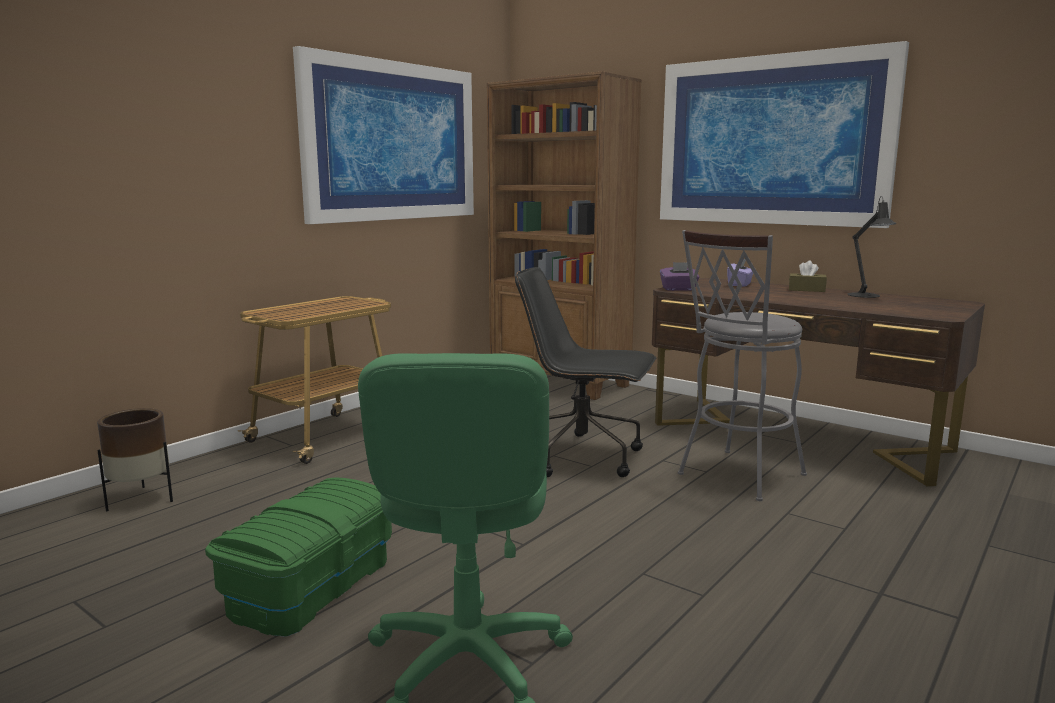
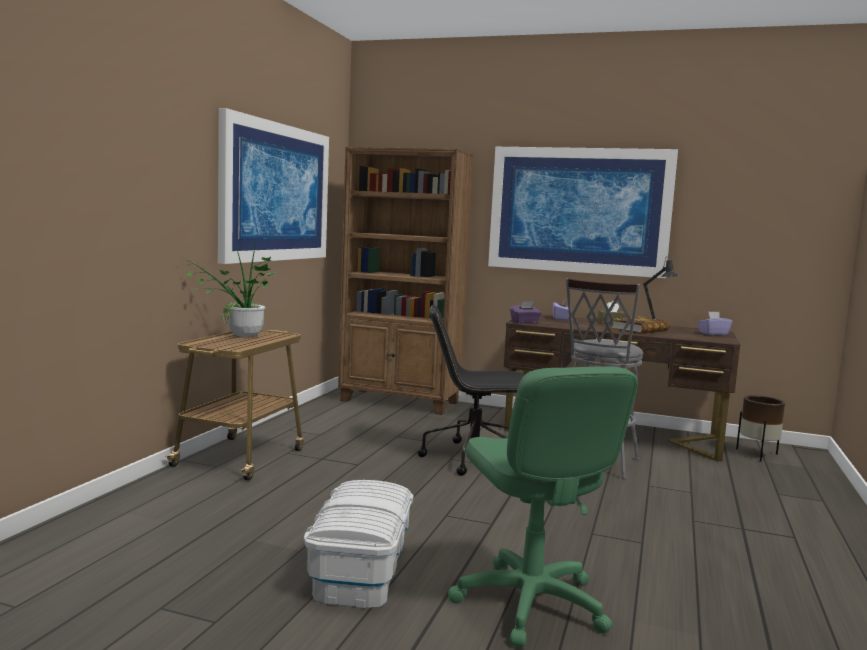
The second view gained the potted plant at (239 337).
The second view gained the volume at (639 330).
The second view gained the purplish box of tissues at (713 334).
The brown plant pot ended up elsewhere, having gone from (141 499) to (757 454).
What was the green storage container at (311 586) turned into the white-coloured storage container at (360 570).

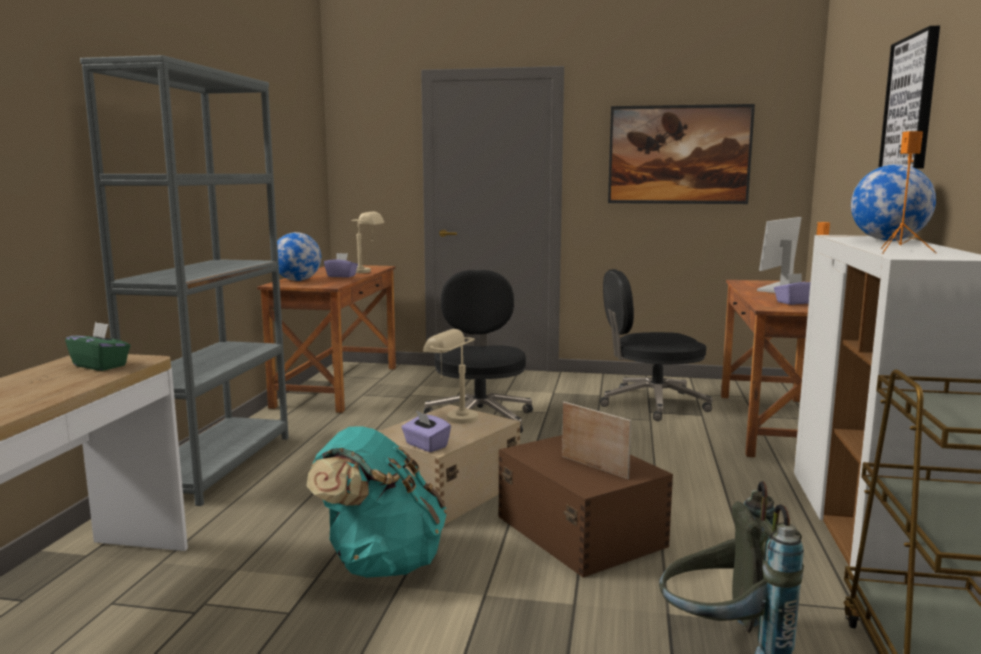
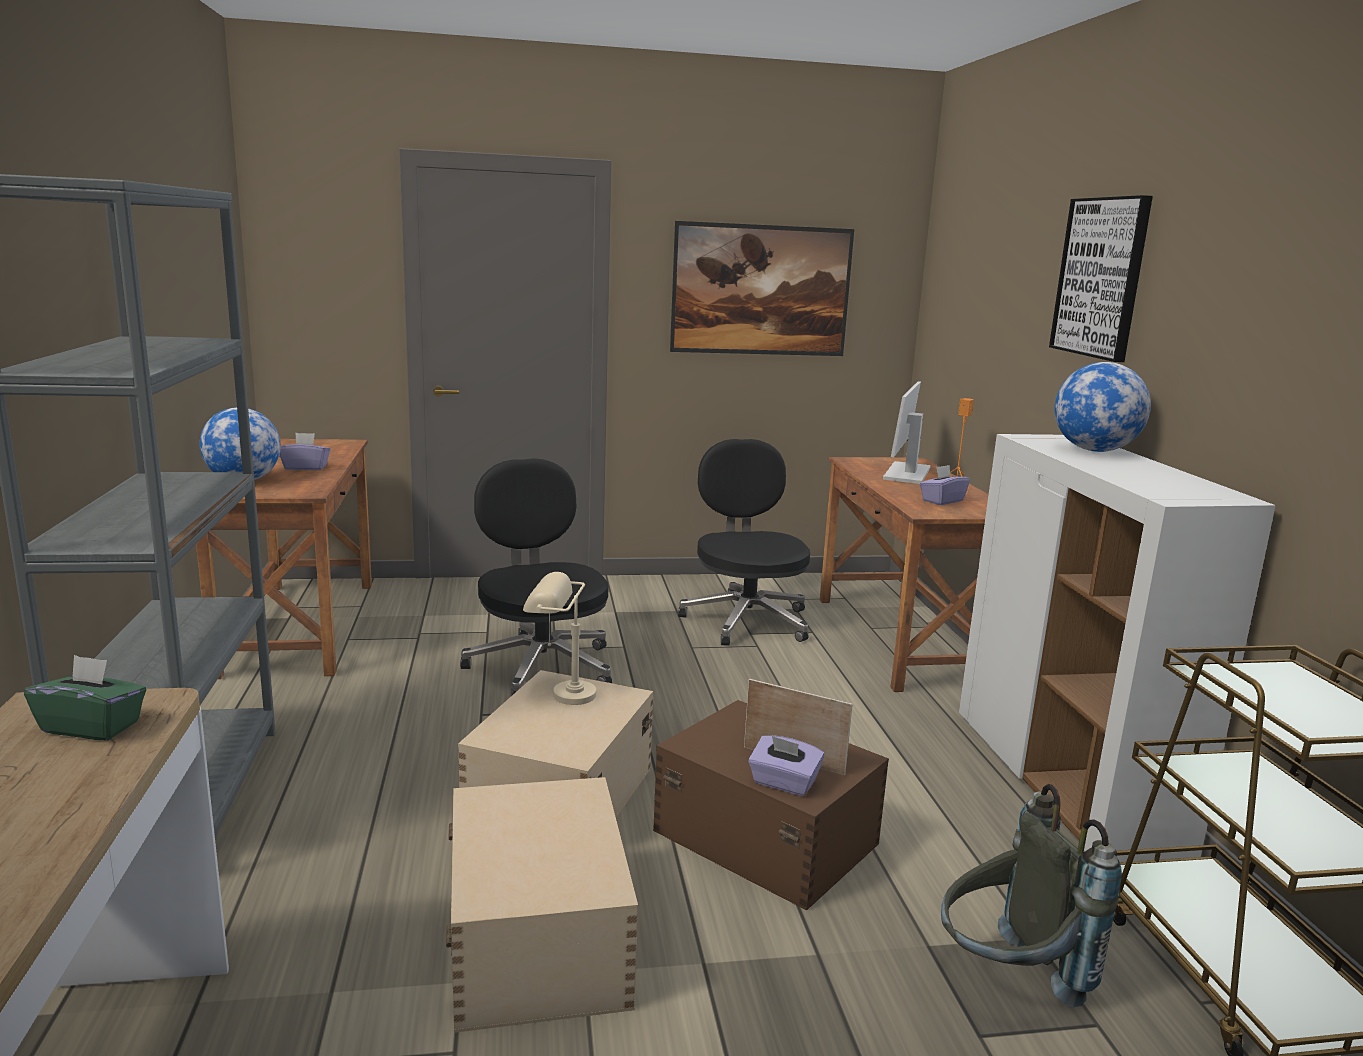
The second view lost the beige-coloured table lamp at (367 272).
The second view lost the orange-coloured audio speaker at (900 251).
The purplish box of tissues ended up elsewhere, having gone from (426 445) to (783 783).
Where the turquoise-coloured knapsack stood at (380 563), the beige-coloured storage container came to stand at (538 938).
The blackish computer chair at (651 404) ended up facing another way, 105 degrees clockwise from before.

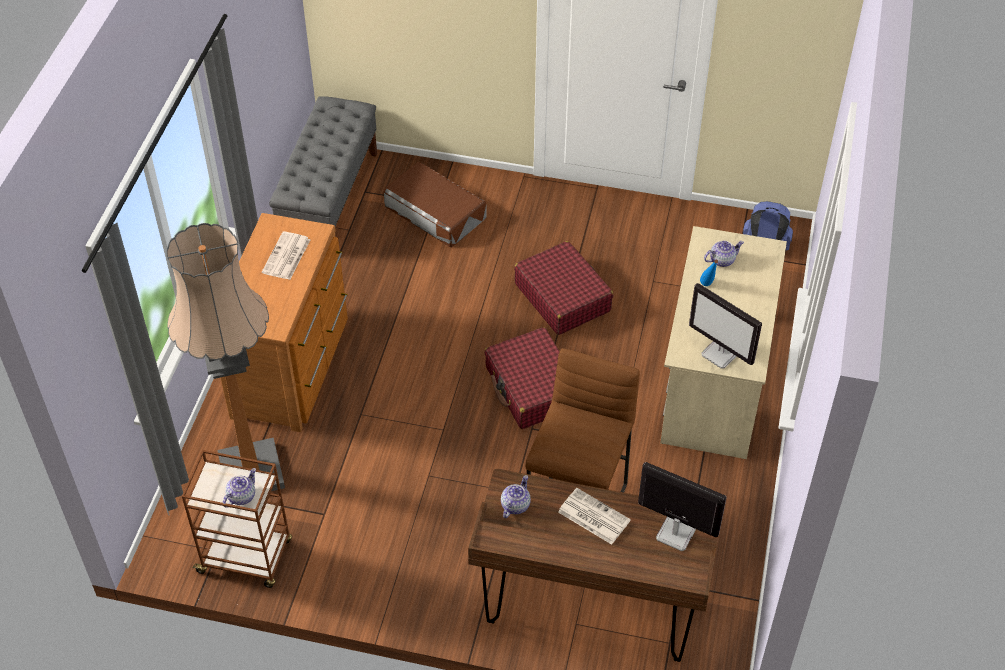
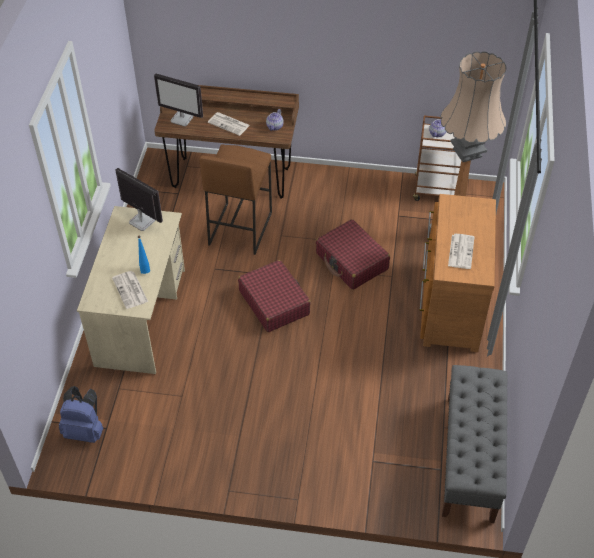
The second view lost the brown storage container at (435 211).
The red-coloured piece of luggage ended up elsewhere, having gone from (562 297) to (352 261).
Where the pot for tea stood at (722 260), the daily paper came to stand at (130 290).

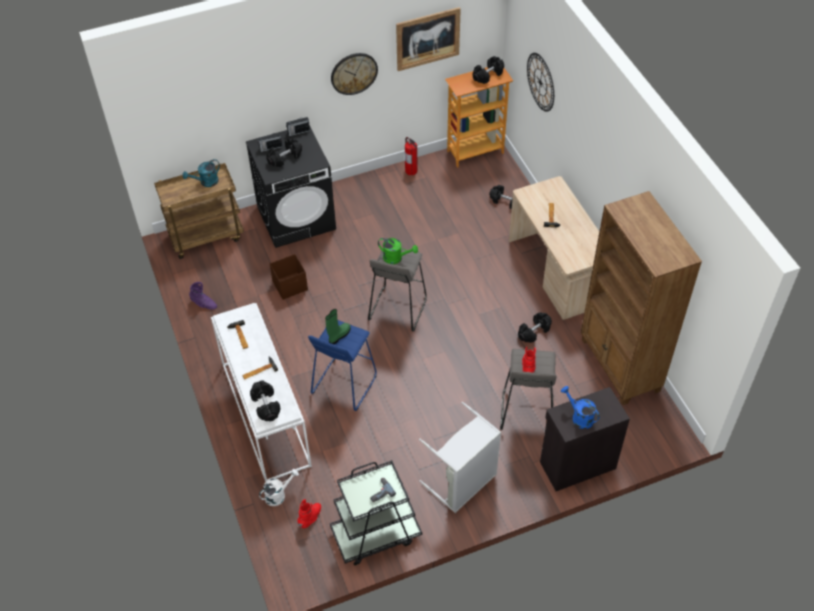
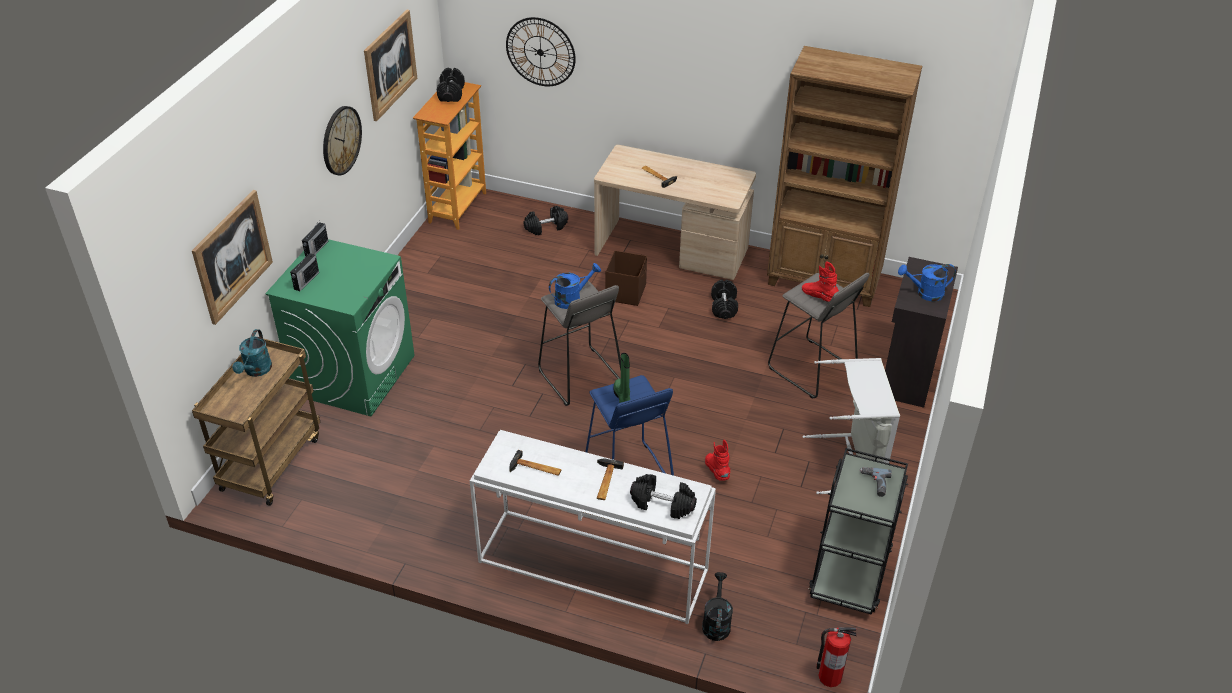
The second view lost the purplish tall boot at (204 304).
The second view lost the blackish dumbbell at (285 158).
The second view gained the wall art at (232 256).
The brown storage container ended up elsewhere, having gone from (290 286) to (626 292).
The red-coloured tall boot ended up elsewhere, having gone from (310 518) to (717 471).
The fire extinguisher ended up elsewhere, having gone from (411 170) to (829 676).
What was the blackish washing machine at (296 217) turned into the green washing machine at (354 374).
What was the white-coloured watering pot at (278 495) turned into the blackish watering pot at (716 622).
What was the green watering pot at (396 258) turned into the blue-coloured watering pot at (572 299).

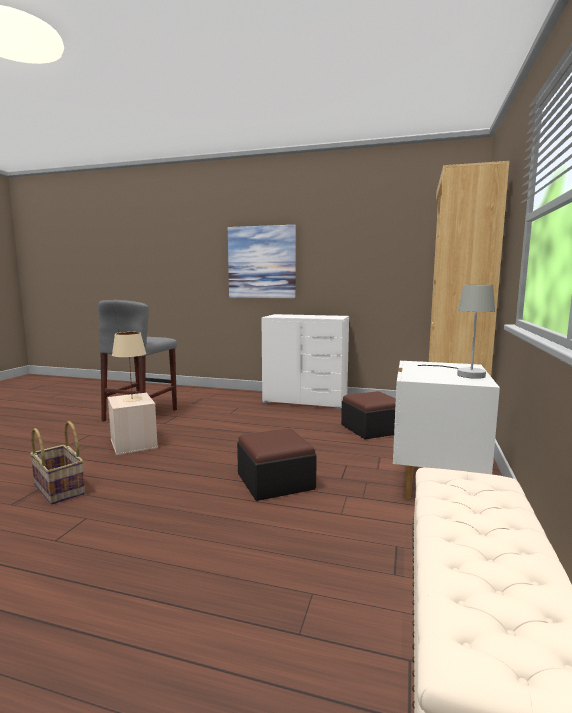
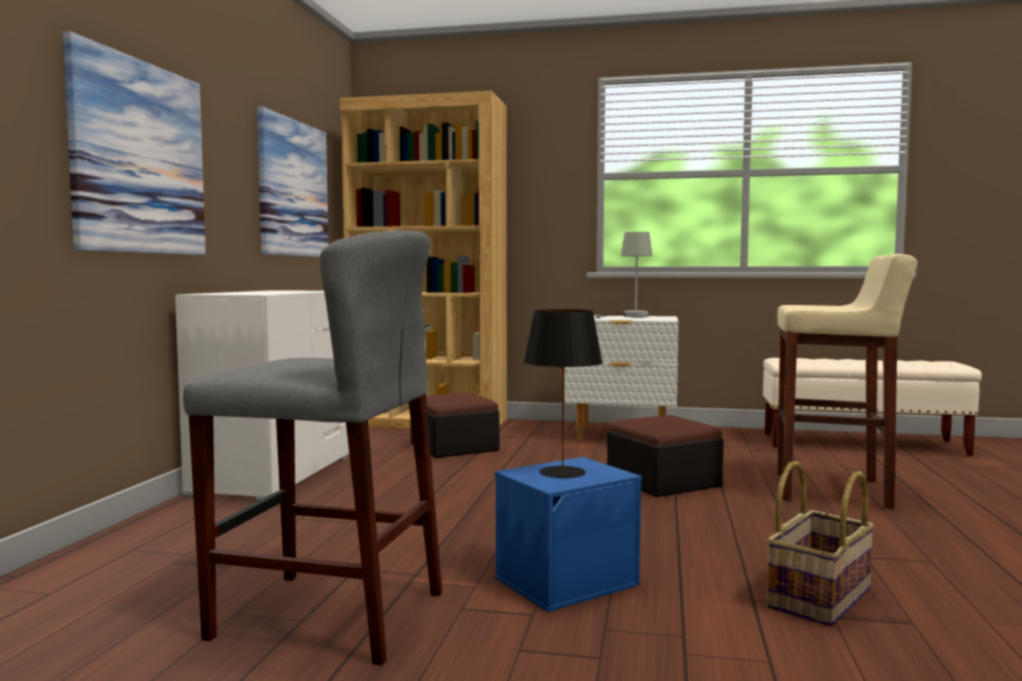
The second view gained the wall art at (293 188).
The second view gained the beige-coloured stool at (833 490).
What was the beige-coloured storage container at (134 443) turned into the blue-coloured storage container at (567 580).
What was the beige-coloured table lamp at (131 399) turned into the blackish table lamp at (563 472).

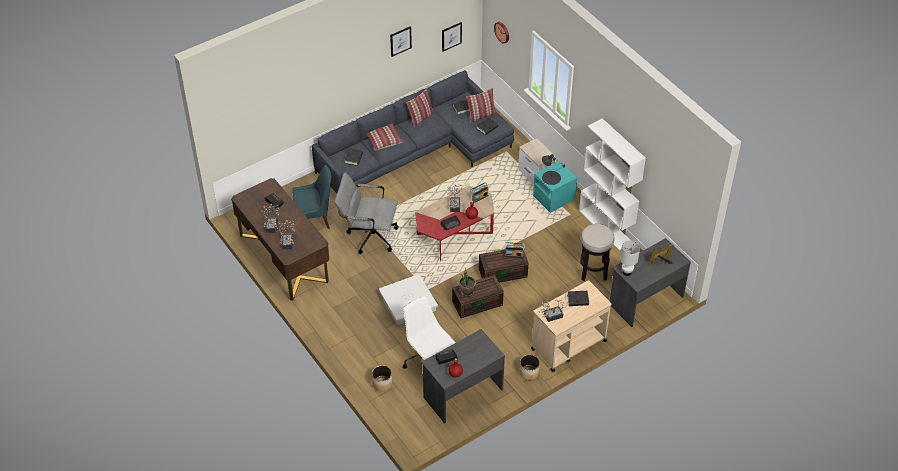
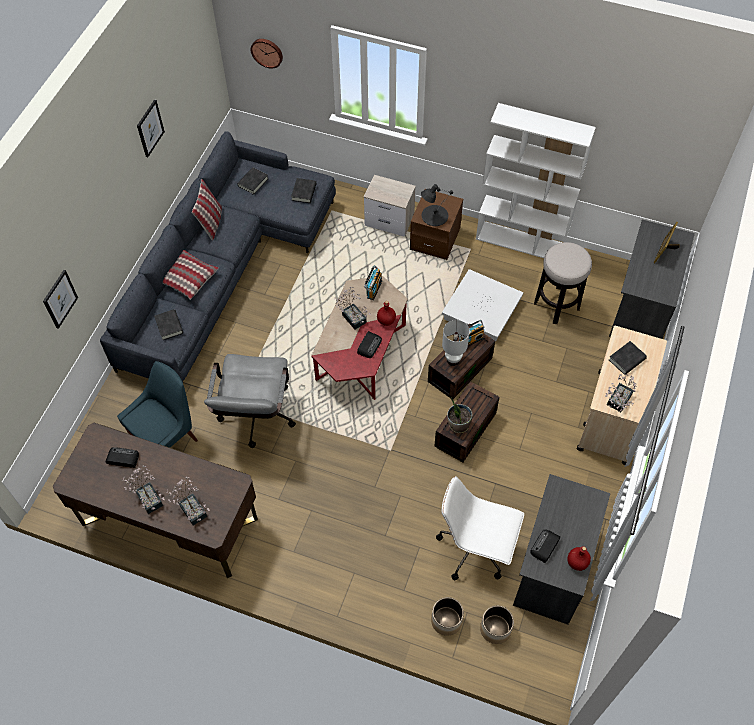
The second view lost the throw pillow at (481 115).
The white-coloured storage container ended up elsewhere, having gone from (408 302) to (481 309).
The wall art ended up elsewhere, having gone from (451 36) to (60 299).
The plant pot ended up elsewhere, having gone from (529 373) to (496 629).
The white-coloured table lamp ended up elsewhere, having gone from (627 272) to (453 360).
What was the turquoise-coloured night table at (554 198) turned into the brown night table at (435 239).
The greyish computer chair at (368 235) ended up facing another way, 60 degrees counterclockwise from before.

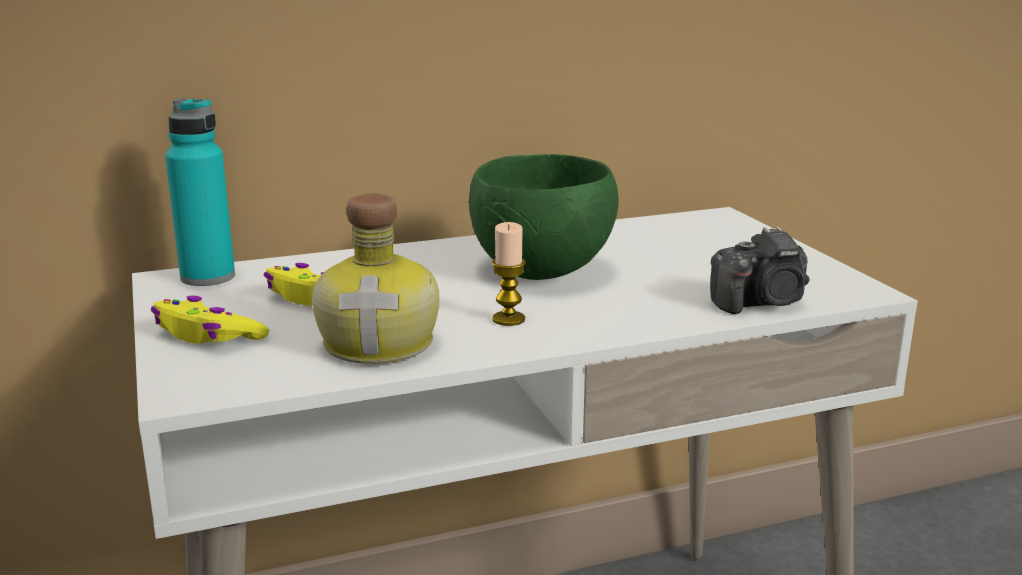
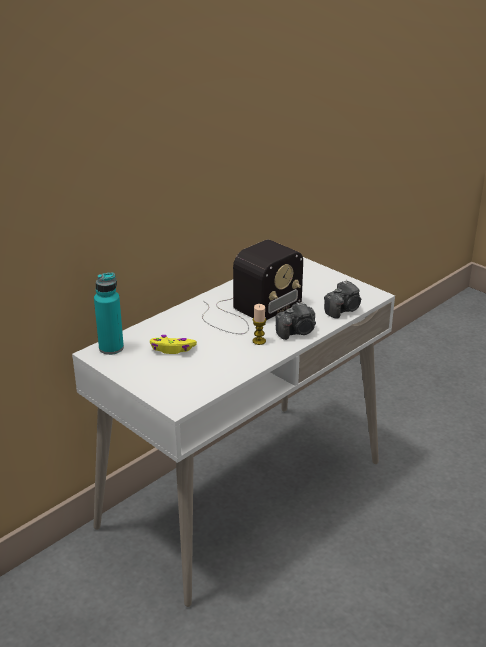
The second view lost the yellowish gamepad at (208 335).
The second view lost the drink bottle at (382 343).
The second view gained the photo camera at (297 332).
Where the green serving bowl stood at (543 271), the radio set came to stand at (248 311).

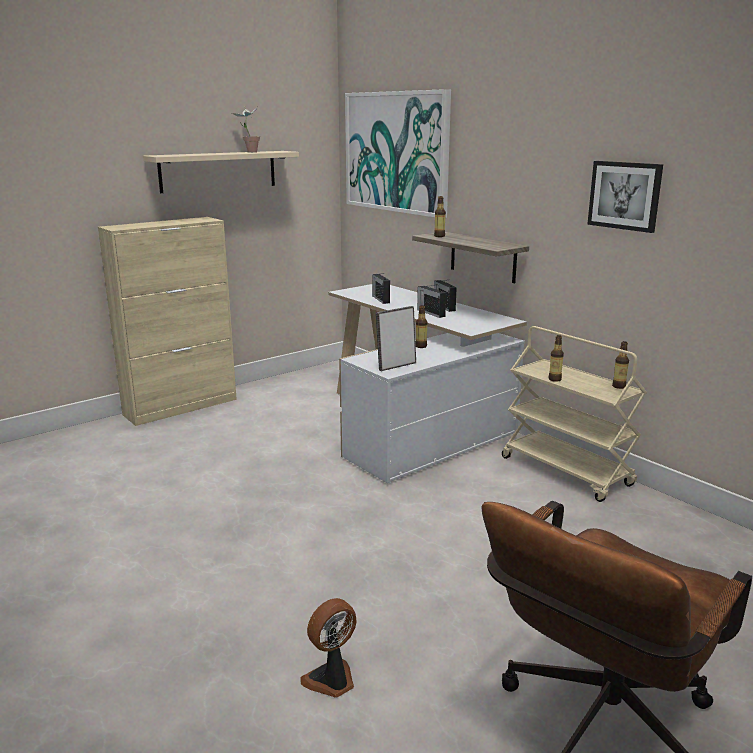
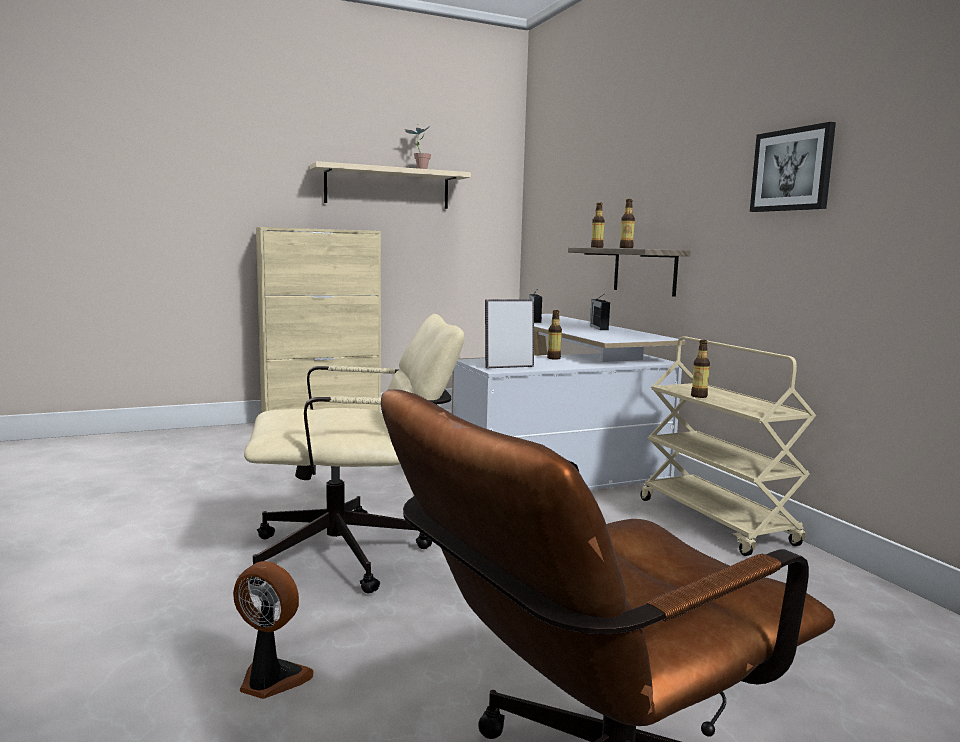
The second view lost the wall art at (396 152).
The second view lost the radio set at (430 313).
The second view gained the beige-coloured computer chair at (355 554).
The drink bottle ended up elsewhere, having gone from (619 386) to (626 248).
The fan at (331 681) ended up facing another way, 45 degrees clockwise from before.

